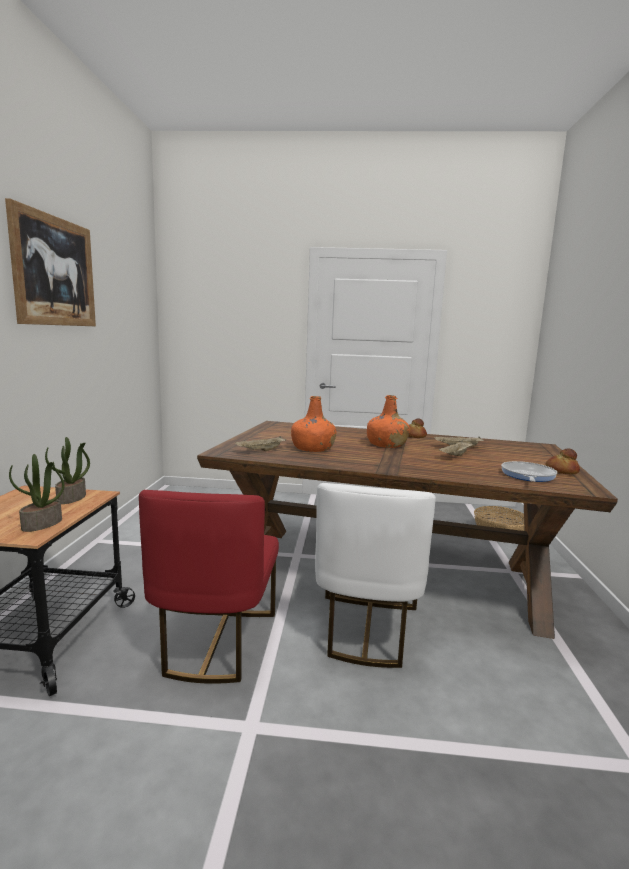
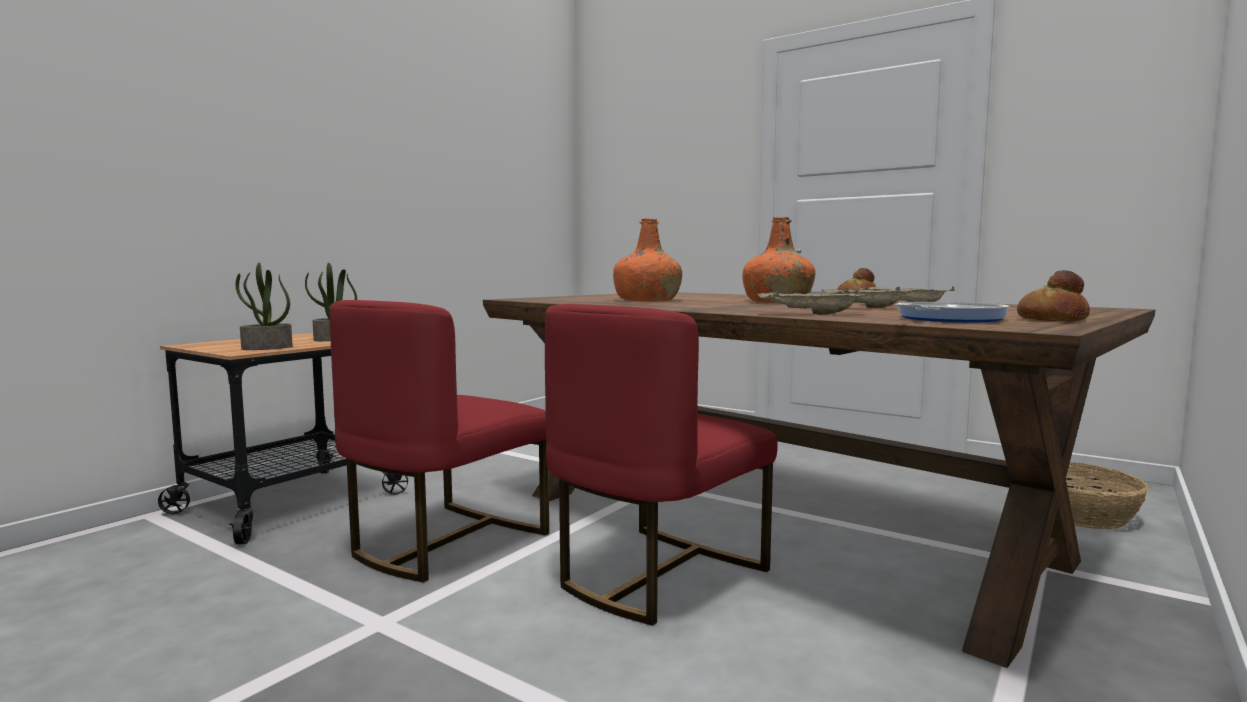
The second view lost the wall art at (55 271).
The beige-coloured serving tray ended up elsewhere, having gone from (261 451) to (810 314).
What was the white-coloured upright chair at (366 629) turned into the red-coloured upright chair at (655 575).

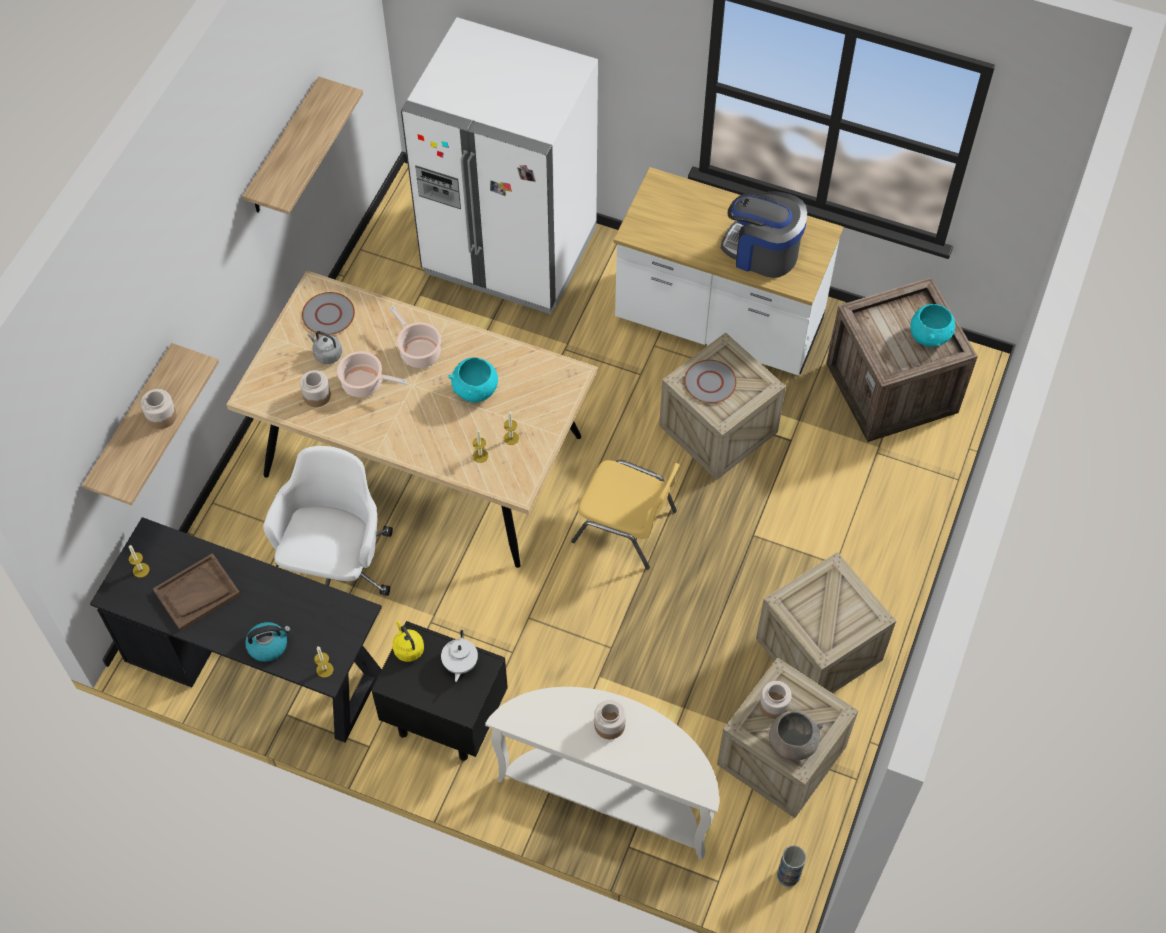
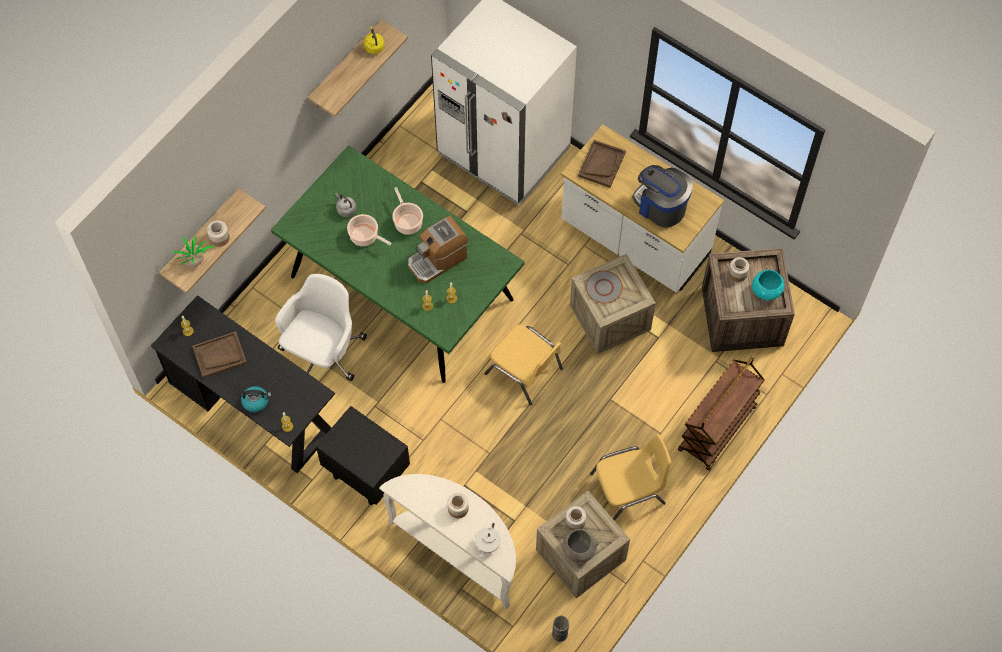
The second view lost the greyish plate at (328 315).
The second view gained the potted plant at (195 262).
The second view gained the brown serving tray at (601 164).
The second view gained the brown wheeled cart at (717 429).
The preserve jar ended up elsewhere, having gone from (317 395) to (737 273).
The yellowish kettle ended up elsewhere, having gone from (408 648) to (374 46).
The white-coloured pot for tea ended up elsewhere, having gone from (460 664) to (487 544).
Where the turquoise-coloured serving bowl stood at (475 391), the coffee brewer came to stand at (437 260).
Where the shipping crate stood at (819 649), the yellowish upright chair came to stand at (629 489).
What was the beige-coloured kitchen table at (425 456) turned into the green kitchen table at (403 288).

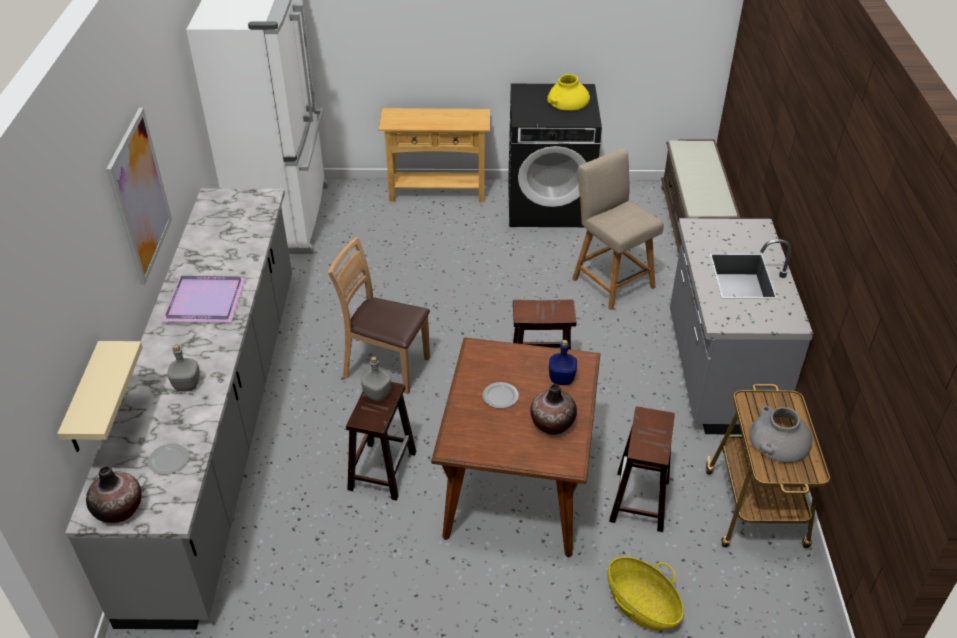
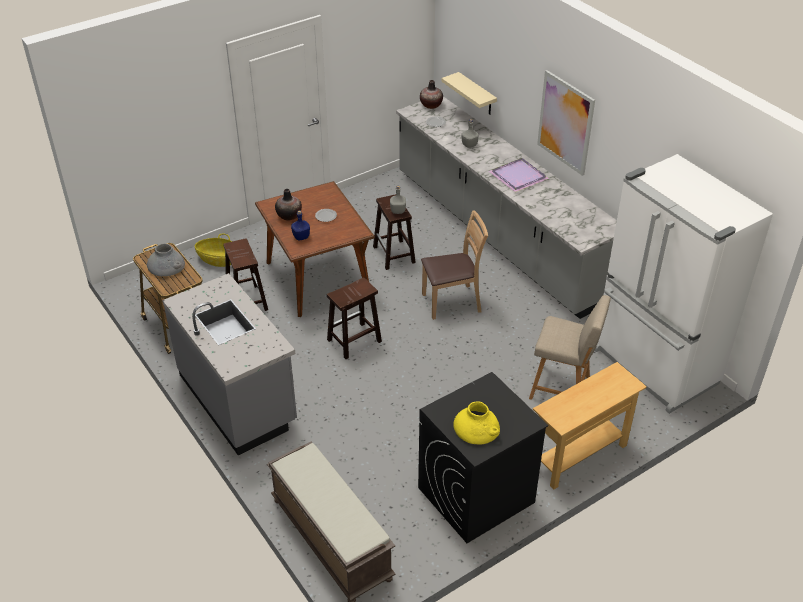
The beige-coloured upright chair ended up elsewhere, having gone from (610 281) to (563 388).

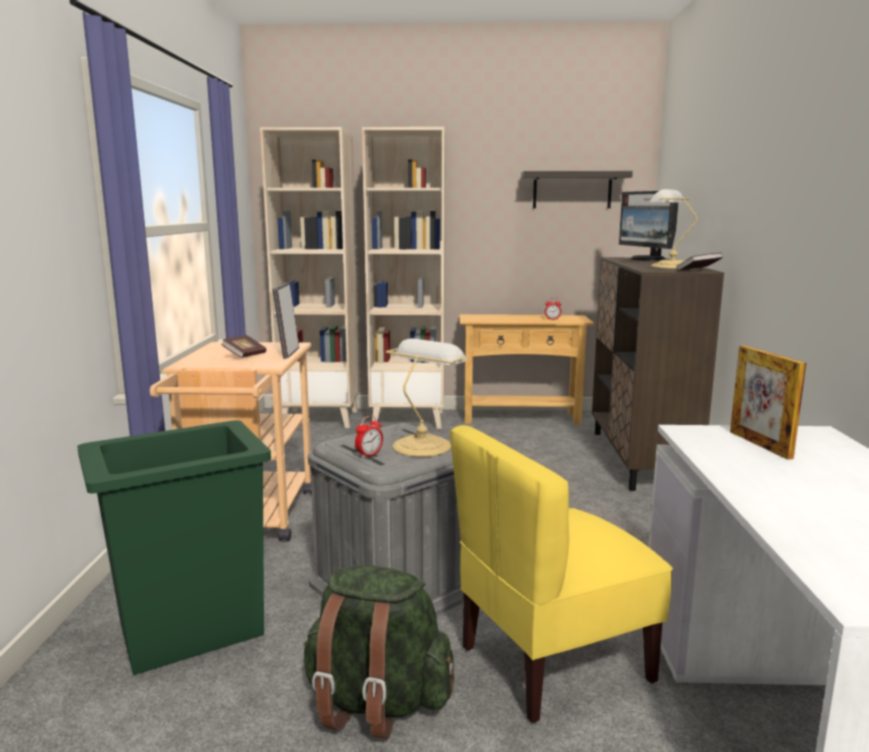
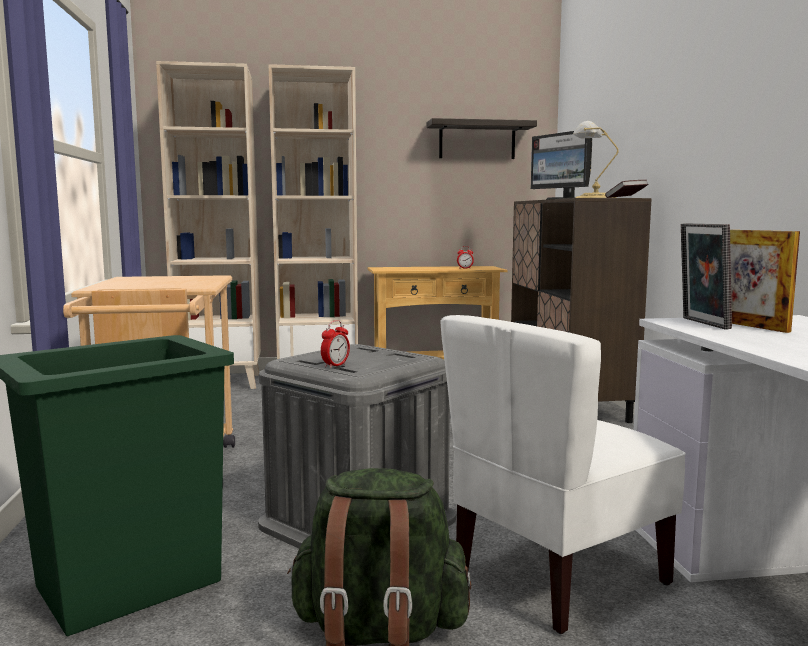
The second view lost the volume at (245 355).
The second view lost the table lamp at (423 445).
The picture frame ended up elsewhere, having gone from (288 353) to (701 323).
What was the yellowish upright chair at (552 662) turned into the white-coloured upright chair at (557 577).

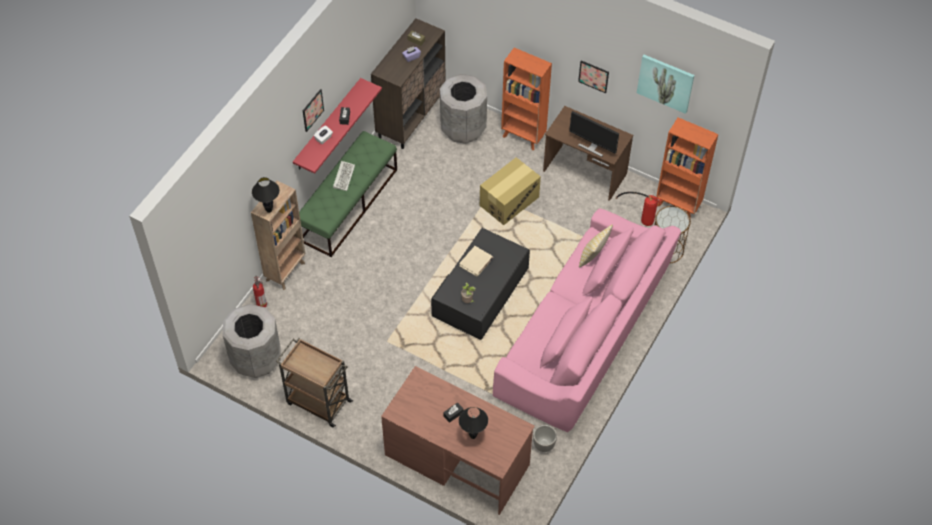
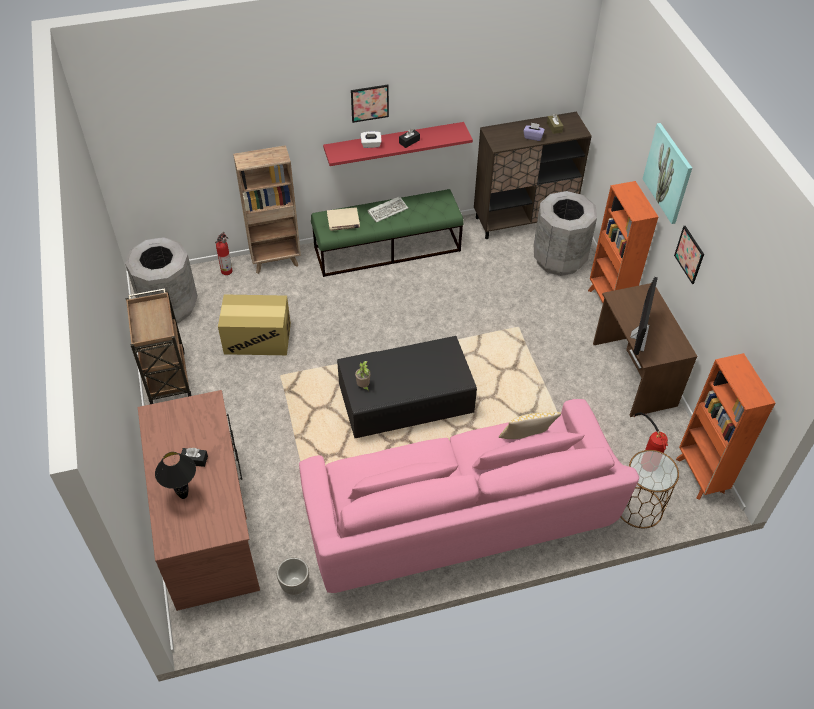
The second view lost the blackish table lamp at (269 210).
The beige-coloured volume ended up elsewhere, having gone from (476 262) to (343 221).
The packing box ended up elsewhere, having gone from (509 201) to (258 338).
The wall art ended up elsewhere, having gone from (665 83) to (668 173).
The computer screen at (592 147) ended up facing another way, 150 degrees counterclockwise from before.

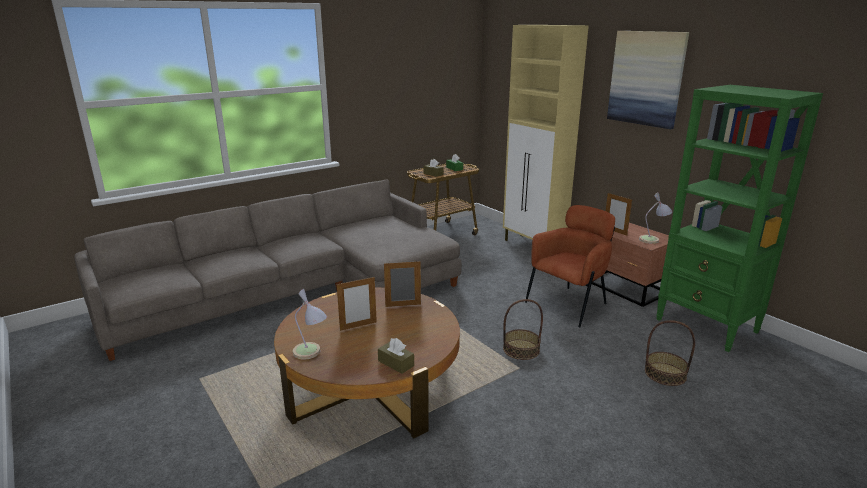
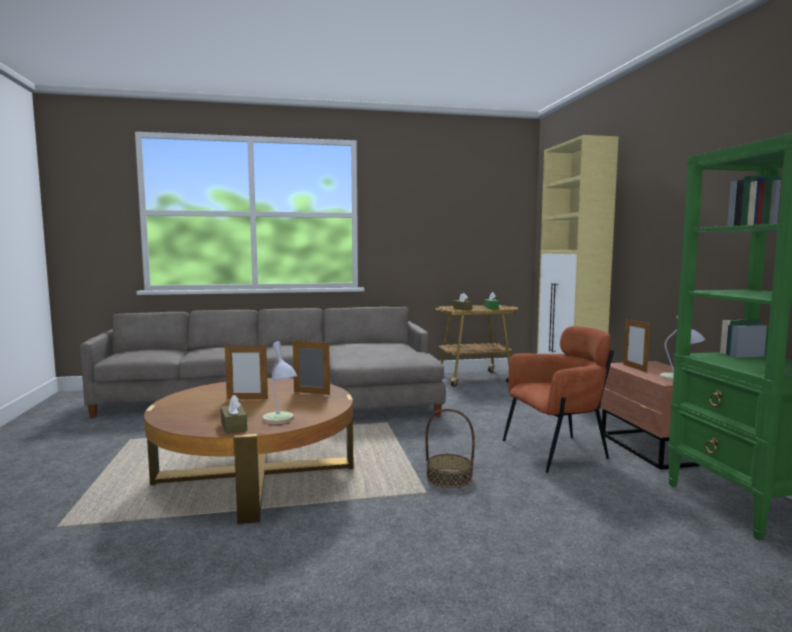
The second view lost the wall art at (646 78).
The second view lost the household basket at (665 374).
The table lamp ended up elsewhere, having gone from (311 353) to (281 421).

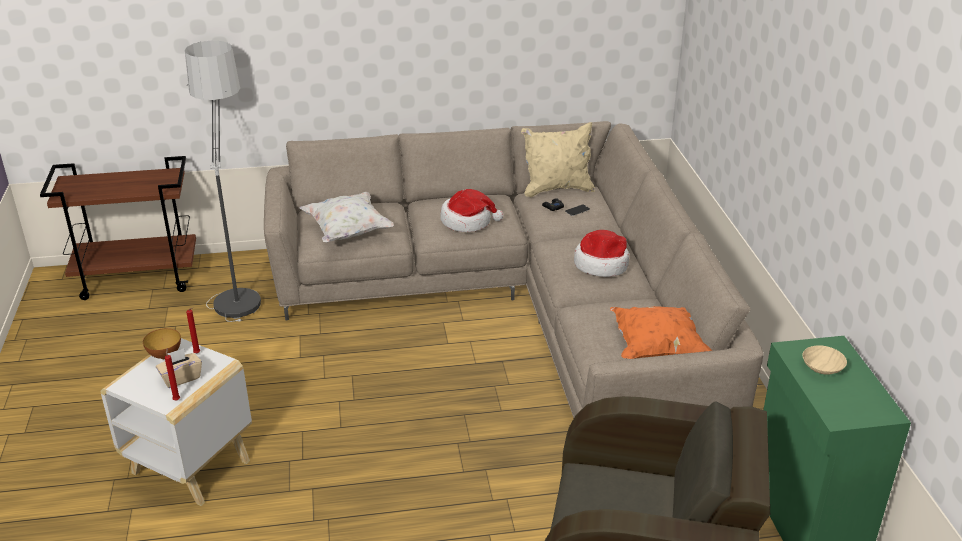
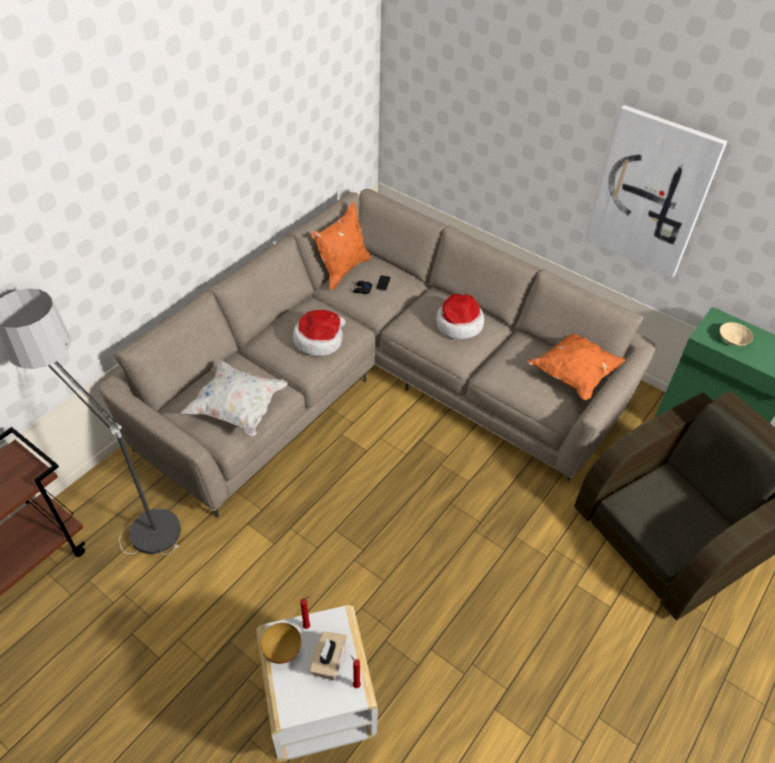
The second view gained the wall art at (651 193).
What was the beige-coloured throw pillow at (557 189) turned into the orange-coloured throw pillow at (343 270).

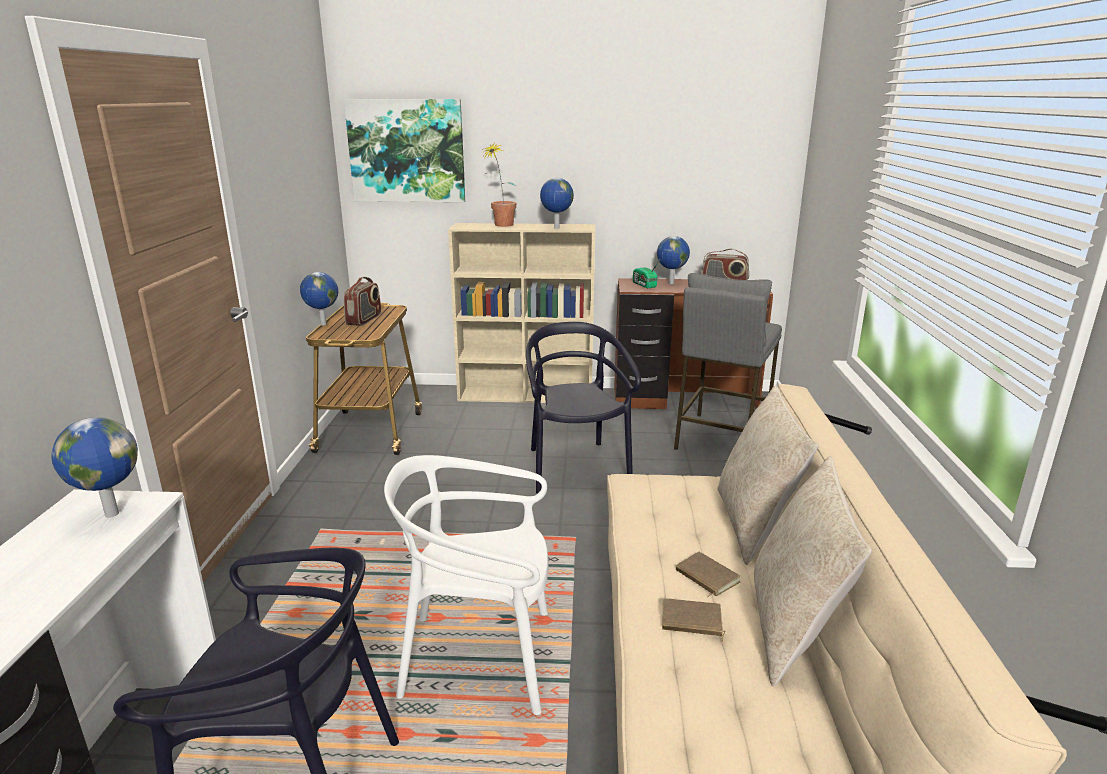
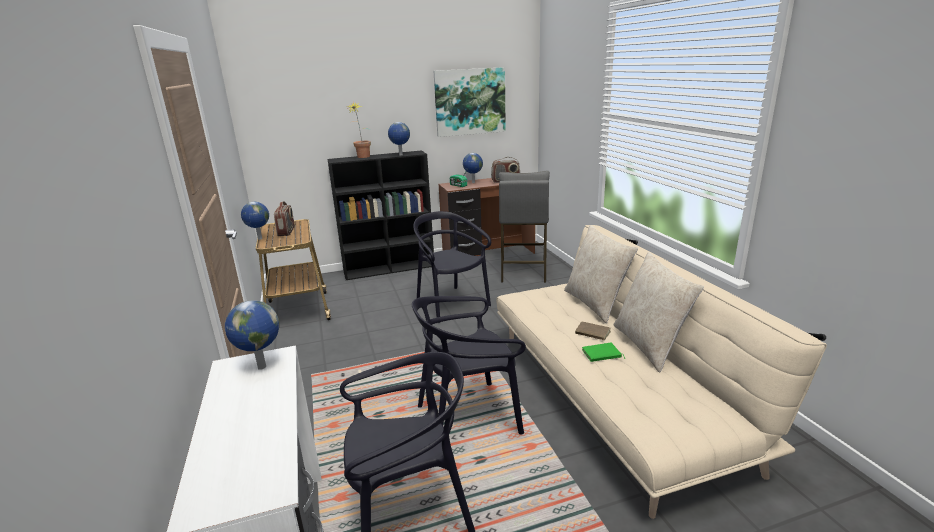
The wall art ended up elsewhere, having gone from (407 151) to (470 102).
What was the white-coloured upright chair at (479 657) turned into the blackish upright chair at (469 416).
What was the beige-coloured bookshelf at (527 395) turned into the blackish bookshelf at (390 268).
What was the brown volume at (691 622) turned into the green volume at (601 355).

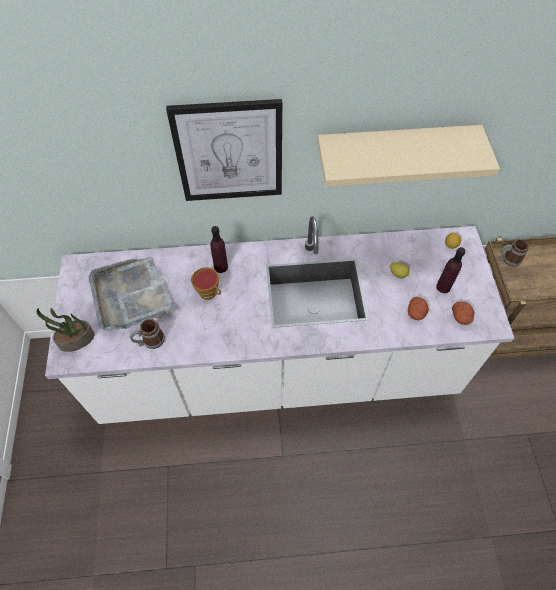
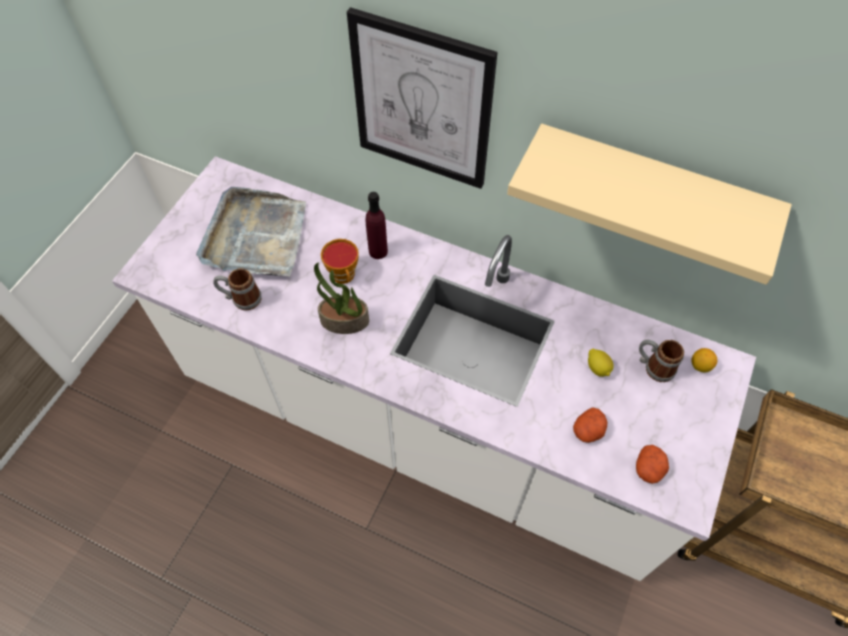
The second view lost the purplish drink bottle at (443 287).
The potted plant ended up elsewhere, having gone from (76 340) to (344 321).
The mug ended up elsewhere, having gone from (508 259) to (653 367).

